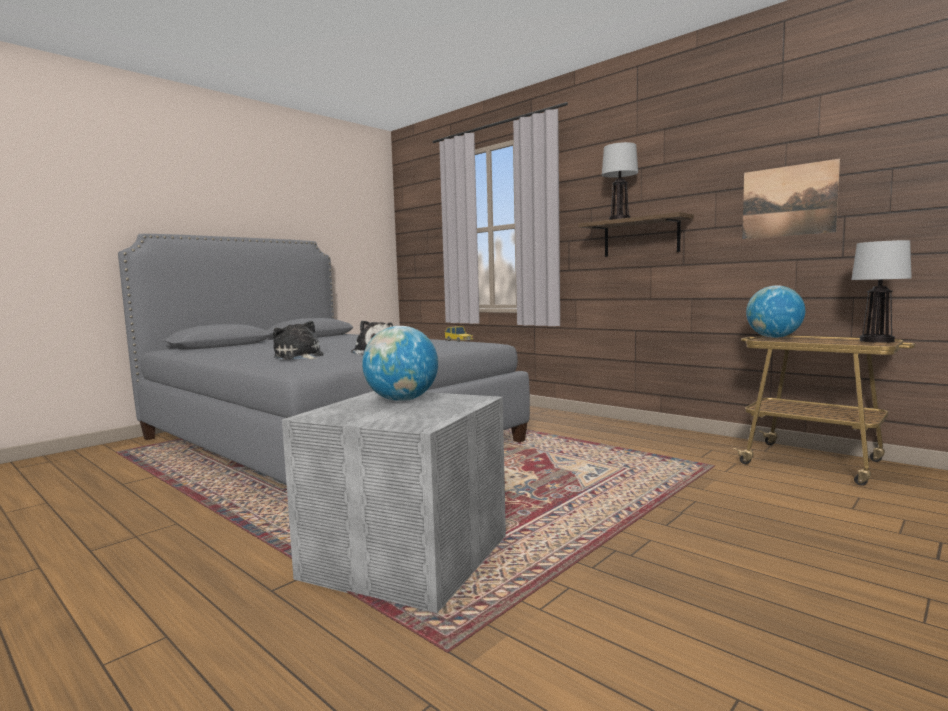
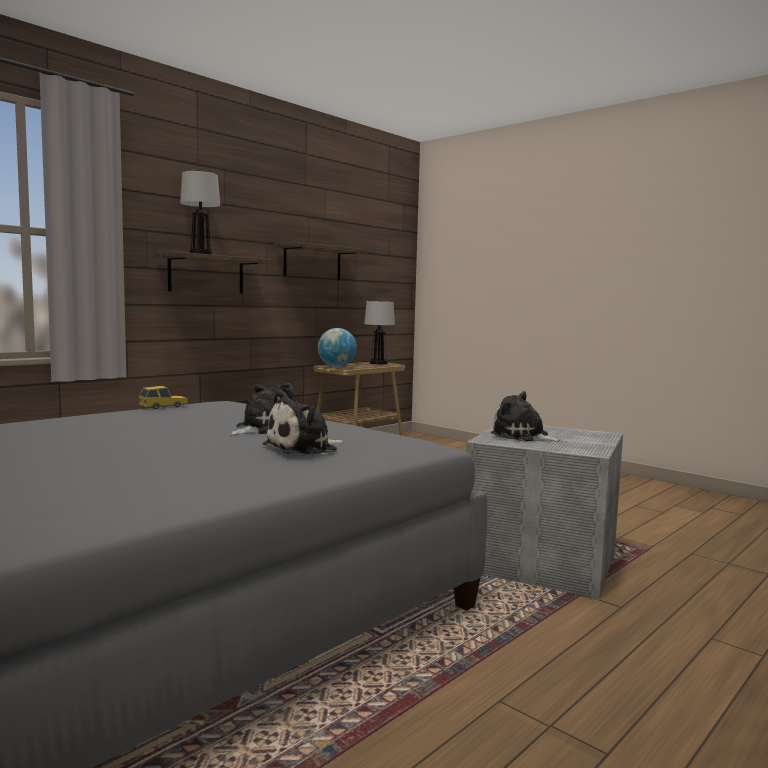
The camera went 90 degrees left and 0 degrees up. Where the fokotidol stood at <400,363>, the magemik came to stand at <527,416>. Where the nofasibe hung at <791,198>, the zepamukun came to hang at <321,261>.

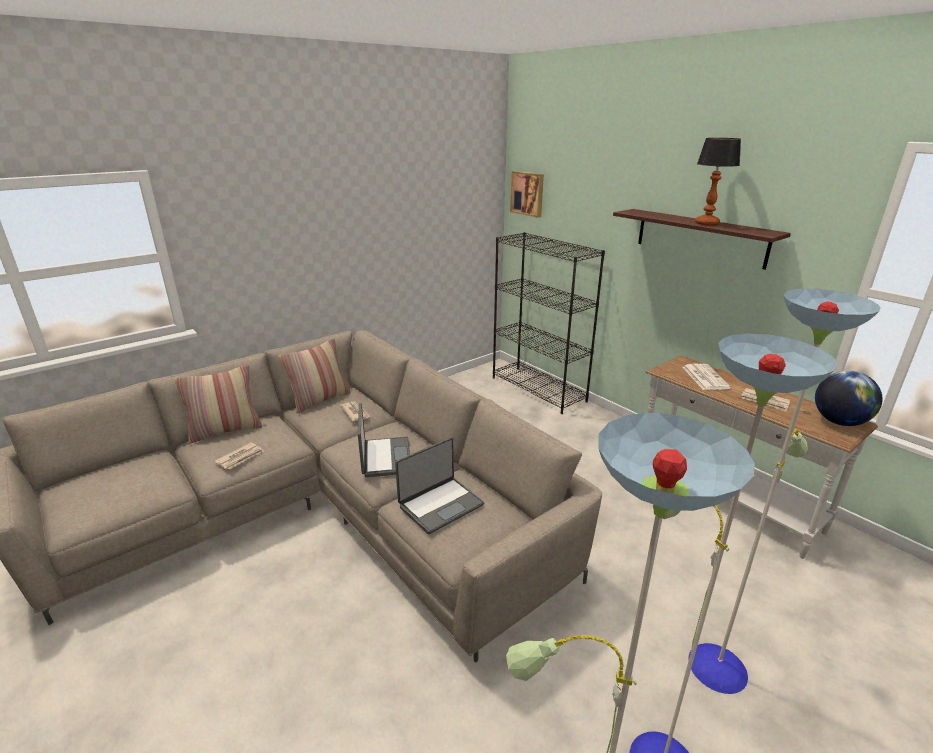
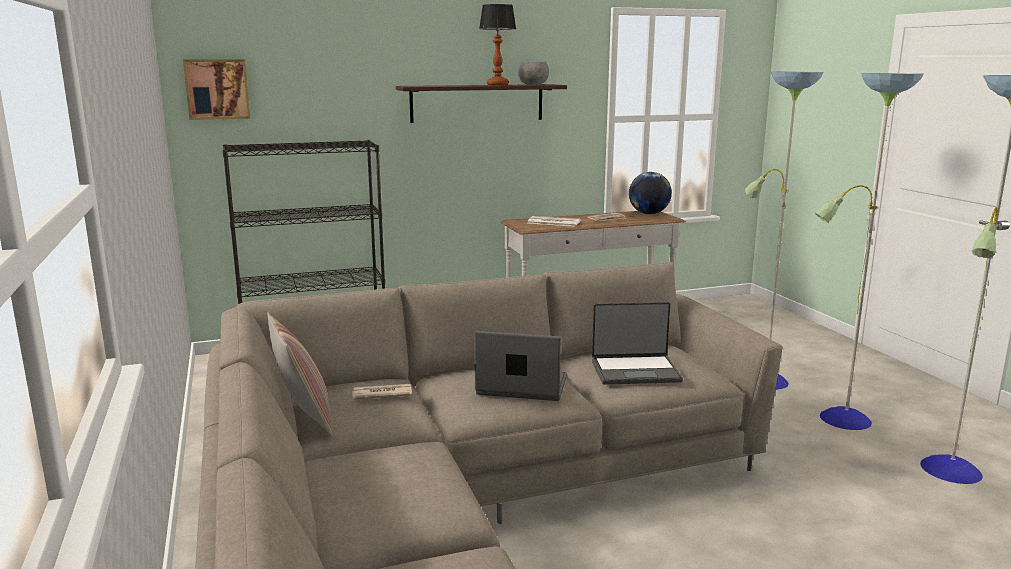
The camera went 70 degrees left and 10 degrees down. The second view lost the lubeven at <218,404>. The second view lost the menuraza at <239,456>. The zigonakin at <439,485> ended up facing another way, 105 degrees clockwise from before. The second view gained the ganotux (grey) at <533,73>.

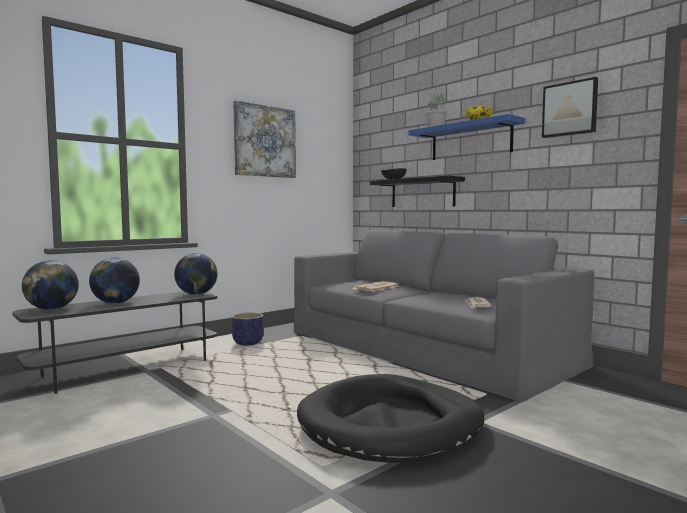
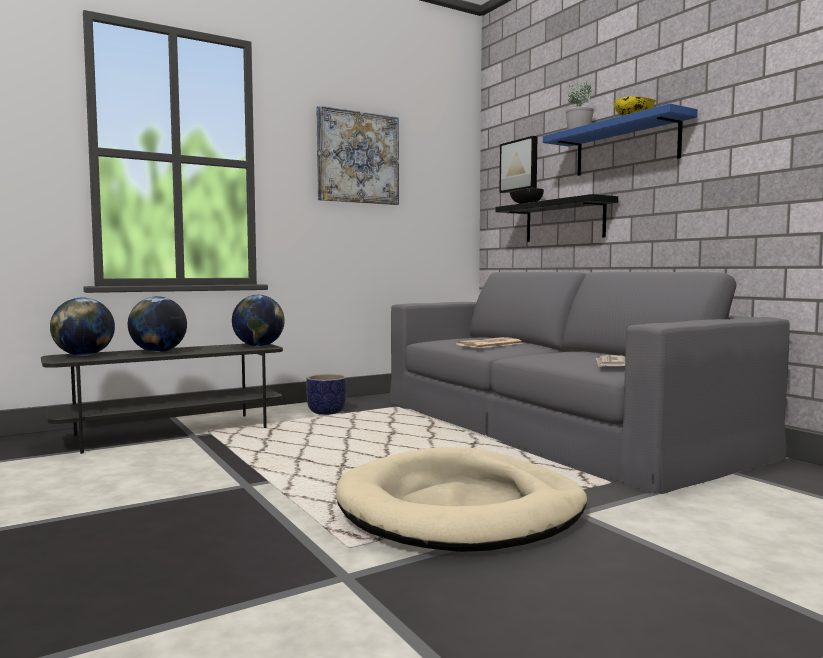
The camera went 10 degrees right and 0 degrees up. What was the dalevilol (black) at <390,418> turned into the dalevilol (beige) at <461,499>. The nofasibe ended up elsewhere, having gone from <570,107> to <518,164>.

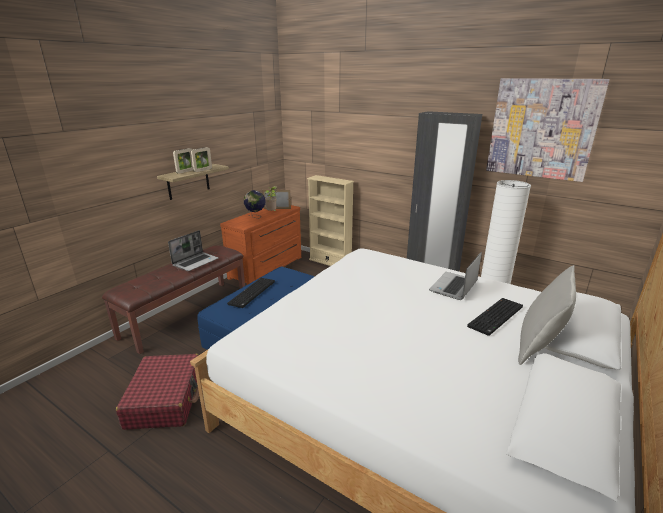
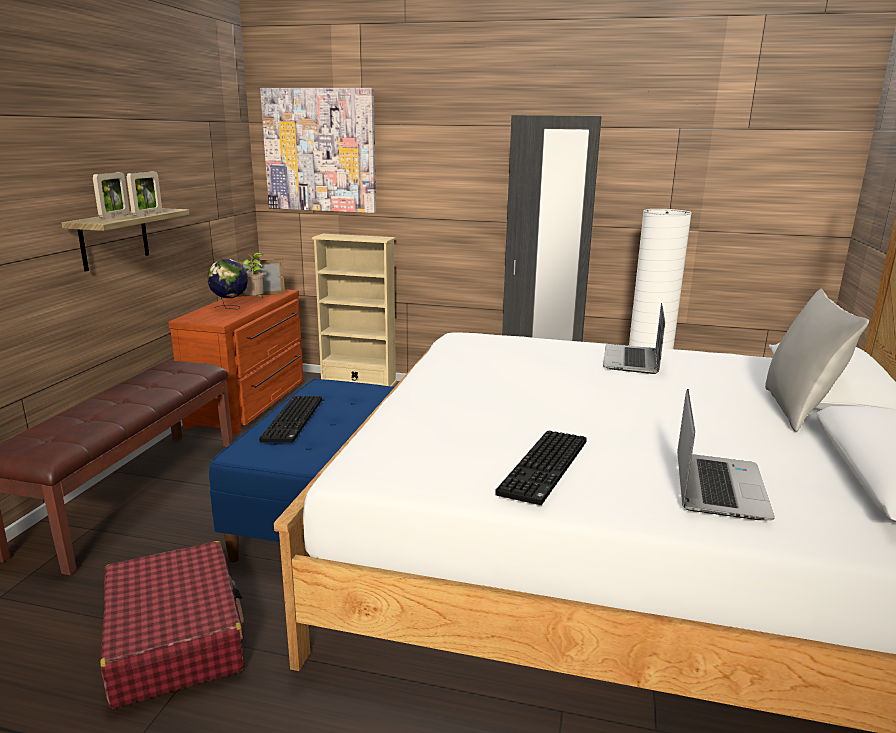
The camera went 20 degrees left and 5 degrees down. The zigonakin ended up elsewhere, having gone from <193,250> to <726,454>. The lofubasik ended up elsewhere, having gone from <495,317> to <540,467>. The nofasibe ended up elsewhere, having gone from <548,130> to <318,150>.

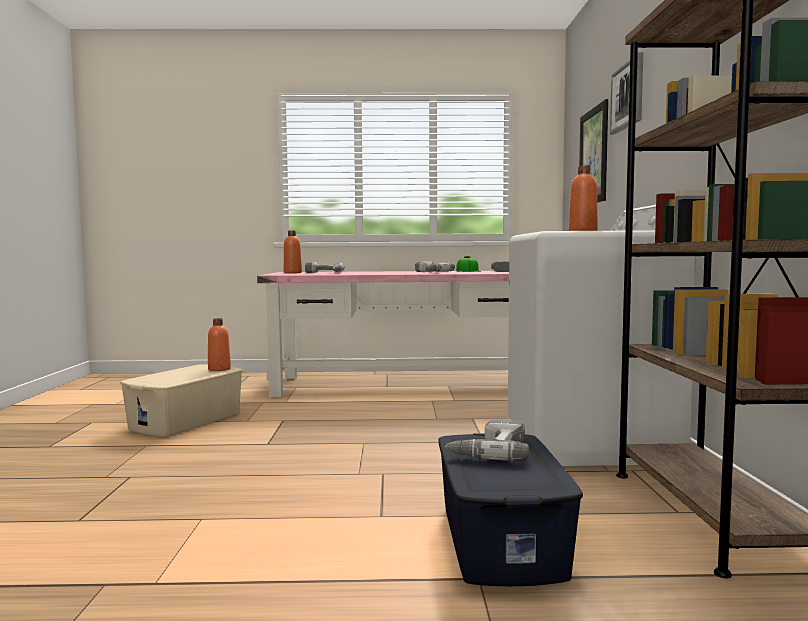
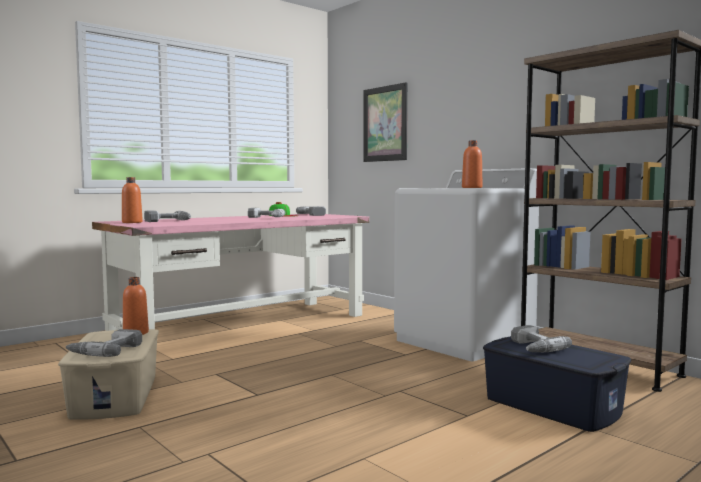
The camera went 40 degrees left and 0 degrees up. The second view lost the nofasibe at <626,93>. The second view gained the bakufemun at <104,343>.

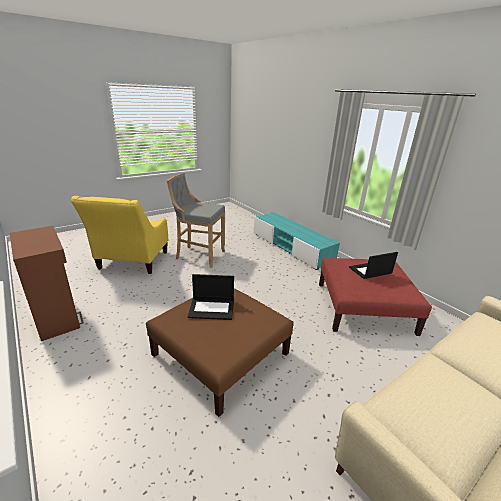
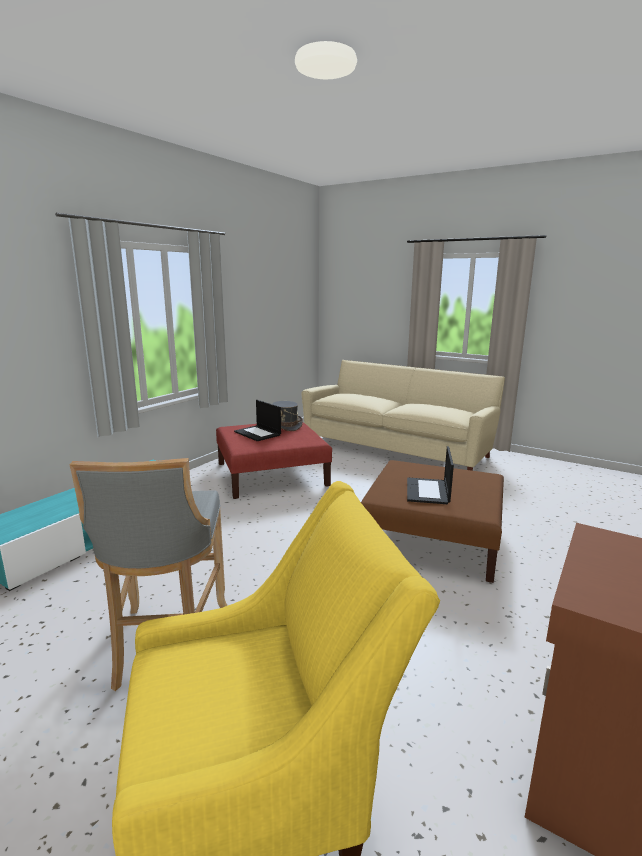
The camera went 110 degrees left and 10 degrees down. The zigonakin at <211,297> ended up facing another way, 150 degrees counterclockwise from before. The second view gained the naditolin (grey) at <287,416>.

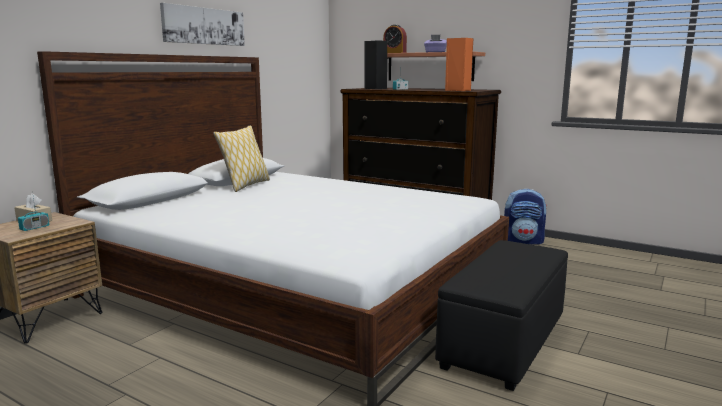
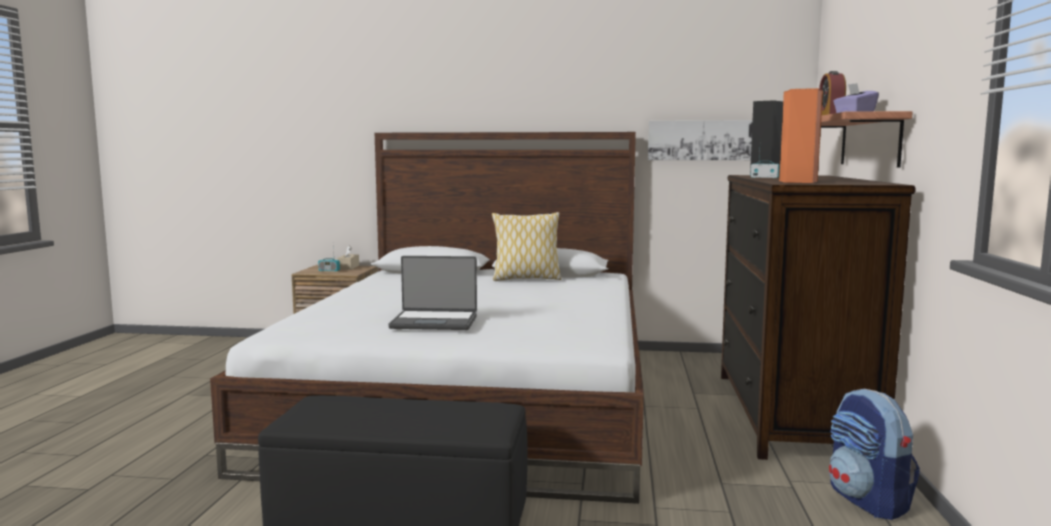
The camera went 65 degrees right and 5 degrees down. The nofasibe ended up elsewhere, having gone from <202,24> to <700,140>. The second view gained the zigonakin at <432,293>.

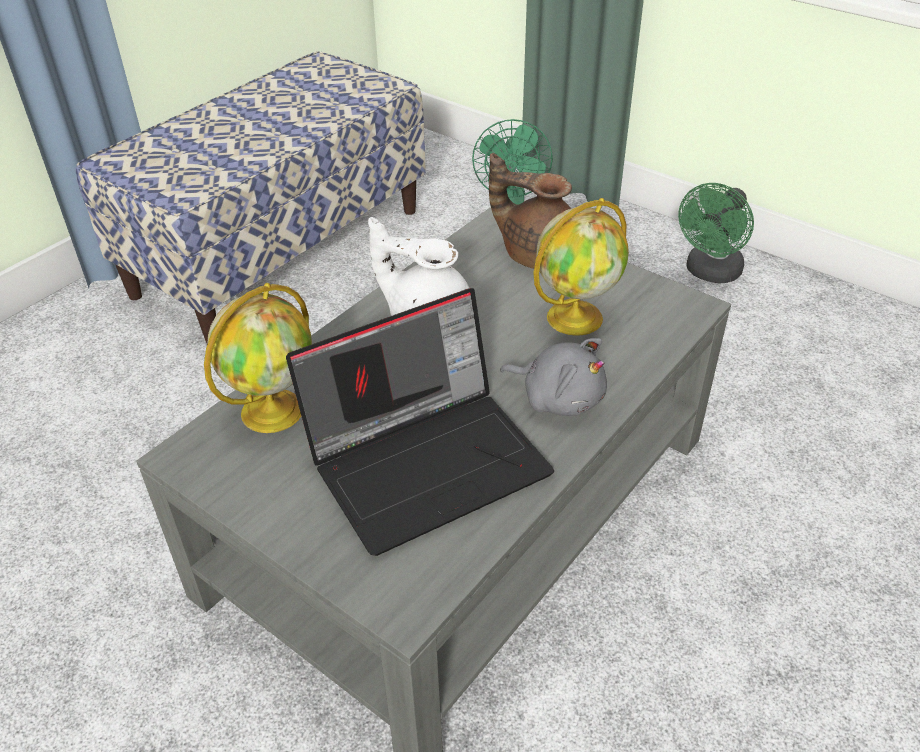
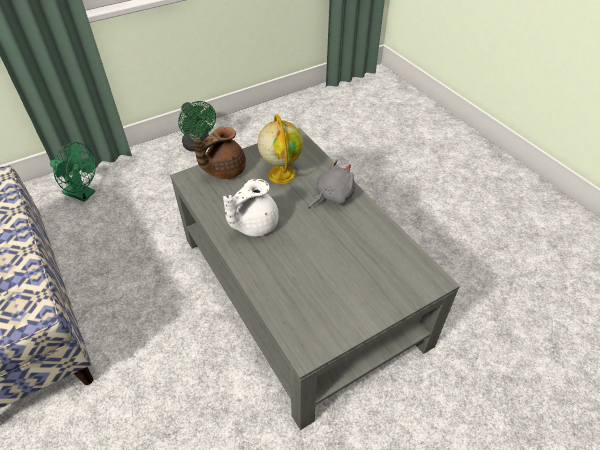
The camera went 70 degrees left and 5 degrees up. The second view lost the fokotidol at <258,358>. The second view lost the zigonakin at <420,422>.

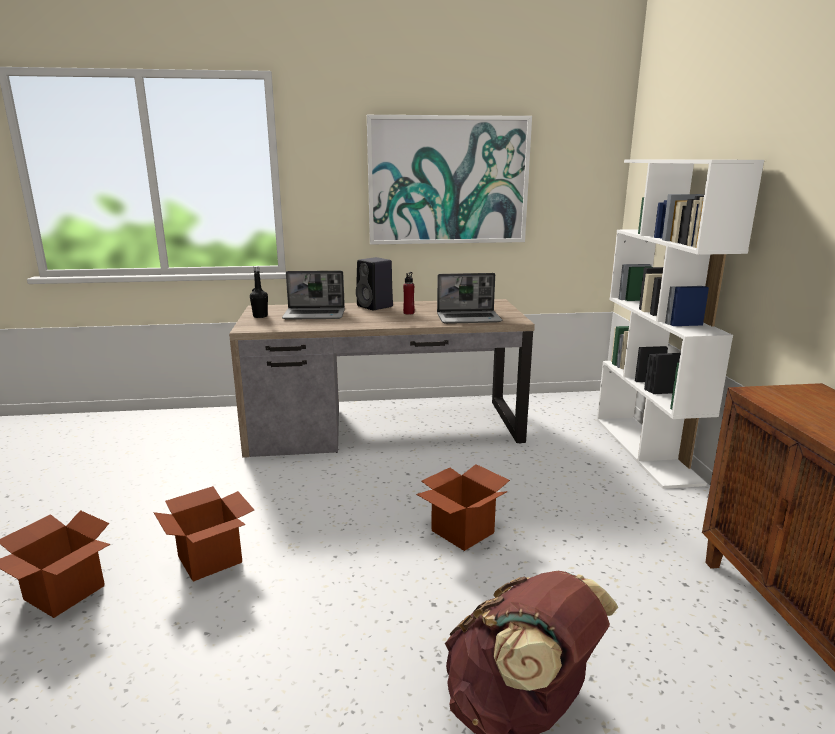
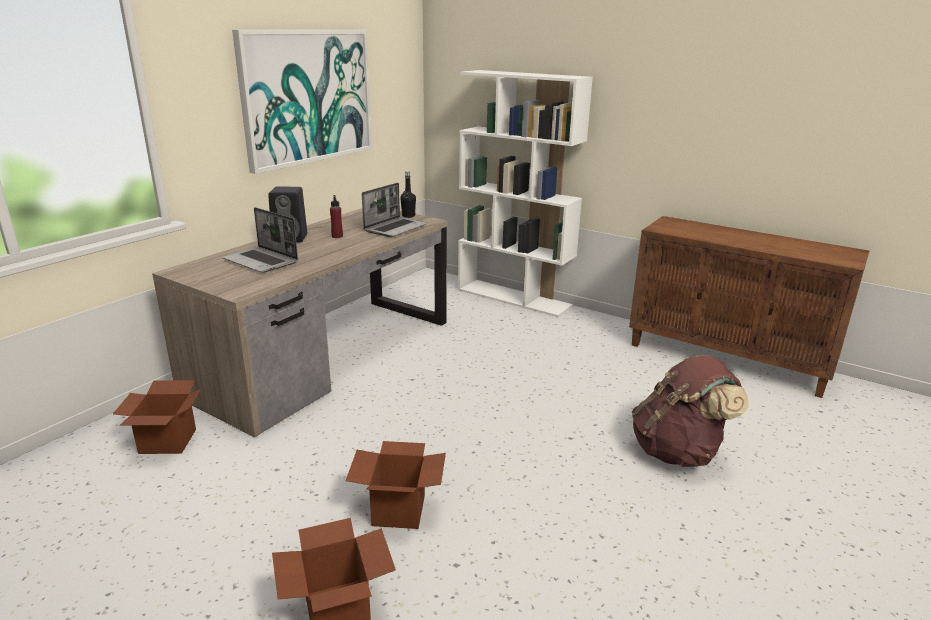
The camera went 50 degrees left and 5 degrees up. The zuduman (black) ended up elsewhere, having gone from <259,292> to <408,194>. The zigonakin at <313,295> ended up facing another way, 90 degrees clockwise from before. The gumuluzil ended up elsewhere, having gone from <463,507> to <157,417>.

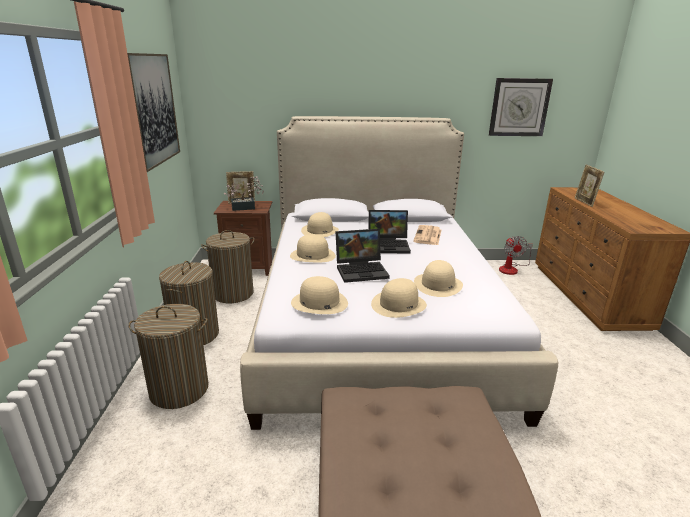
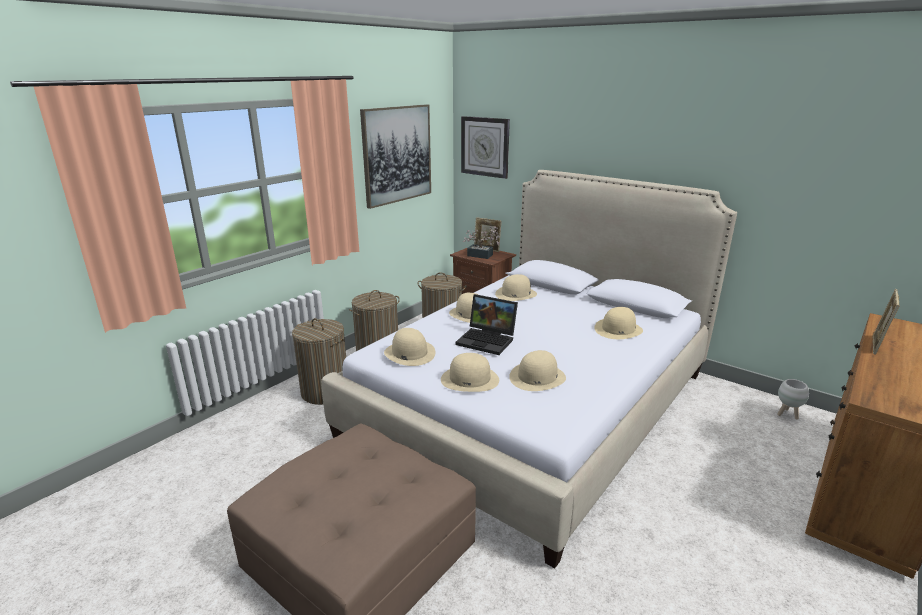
The camera went 40 degrees right and 0 degrees up. The second view lost the zigonakin at <389,231>. Where the menuraza stood at <427,235>, the naditolin (beige) came to stand at <618,323>. The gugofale ended up elsewhere, having gone from <521,107> to <485,147>. Where the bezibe stood at <516,255>, the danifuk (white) came to stand at <793,399>.

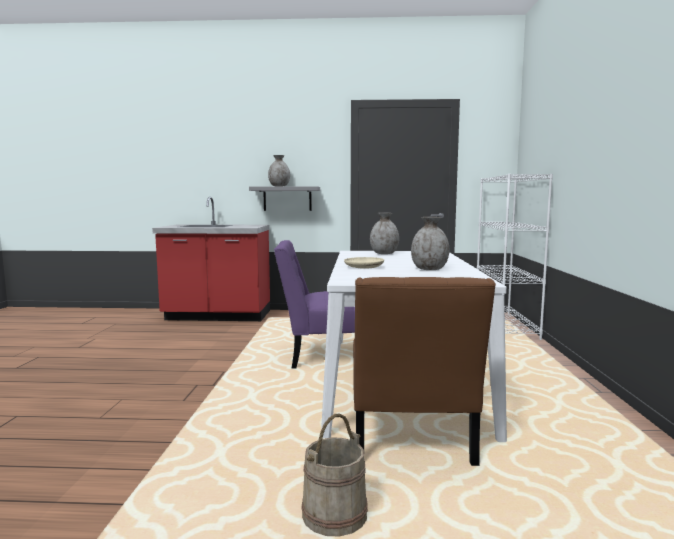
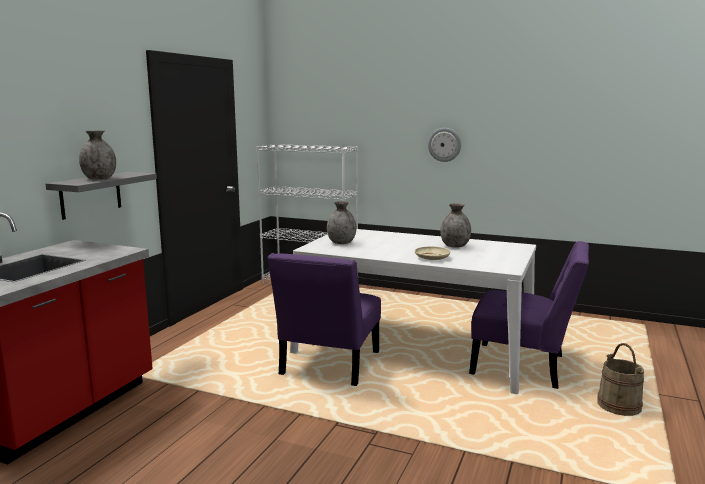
The camera went 70 degrees left and 5 degrees up. What was the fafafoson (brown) at <424,371> turned into the fafafoson (purple) at <529,315>. The second view gained the gugofale at <444,145>.

